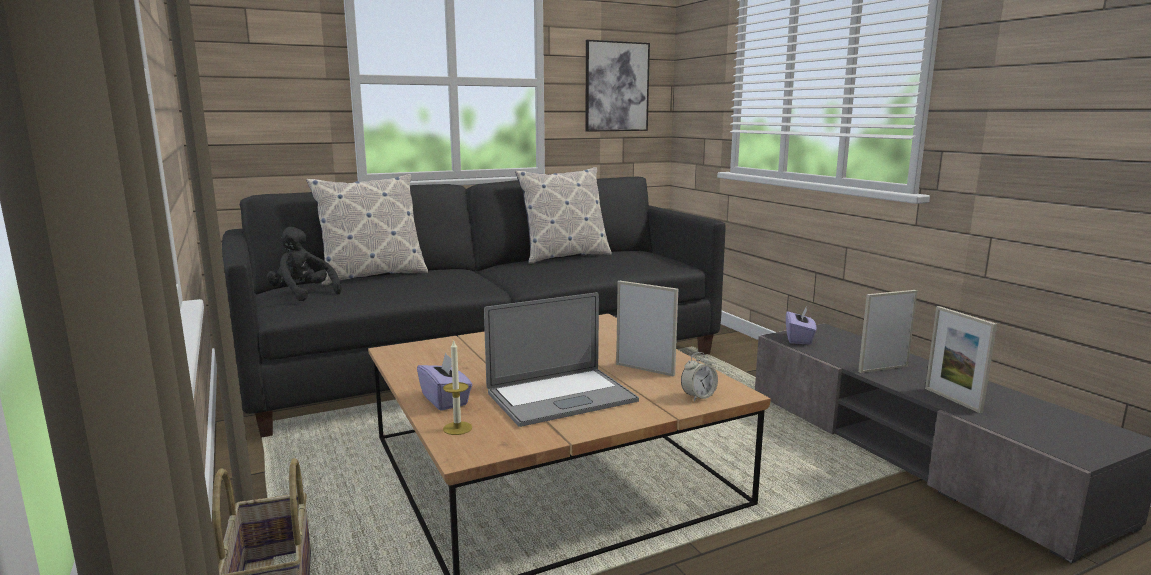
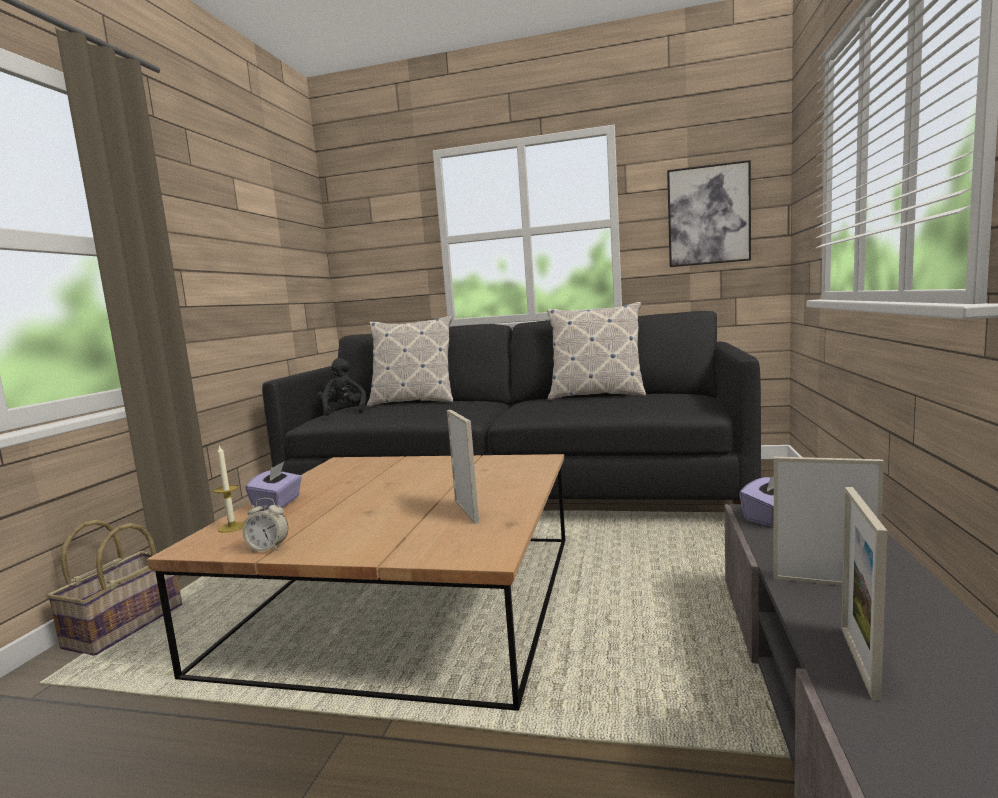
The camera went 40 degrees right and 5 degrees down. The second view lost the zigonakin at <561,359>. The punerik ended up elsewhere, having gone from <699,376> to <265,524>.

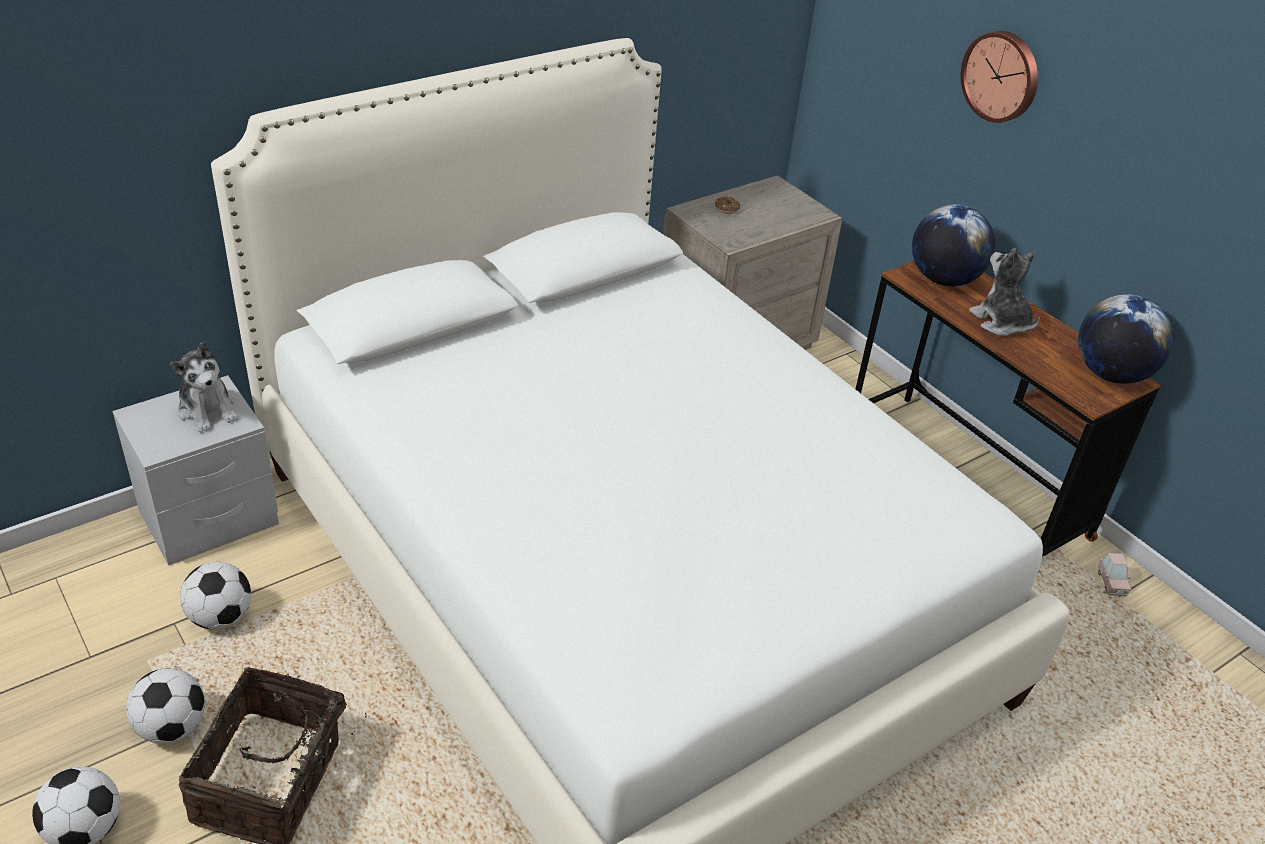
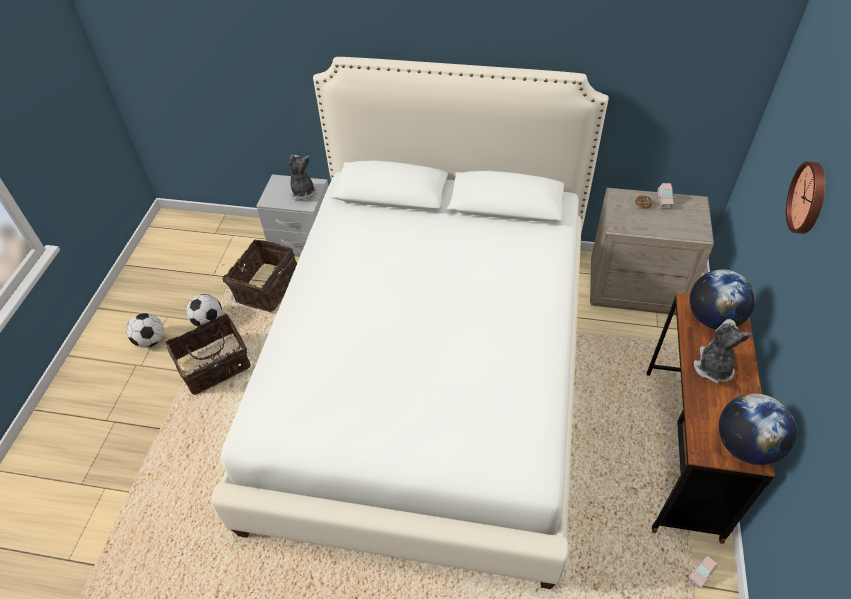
The camera went 50 degrees right and 10 degrees up. The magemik at <204,387> ended up facing another way, 150 degrees clockwise from before. Where the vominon stood at <215,596>, the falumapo came to stand at <256,276>. The second view gained the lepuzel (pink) at <666,196>.

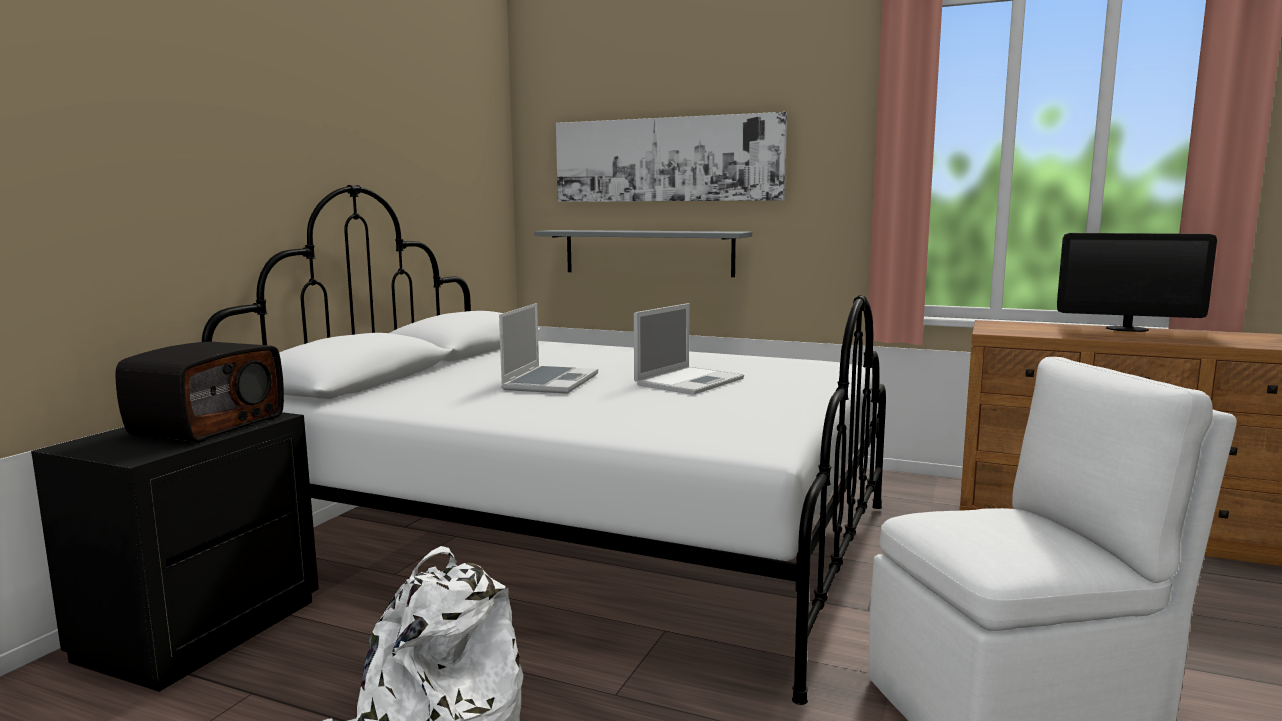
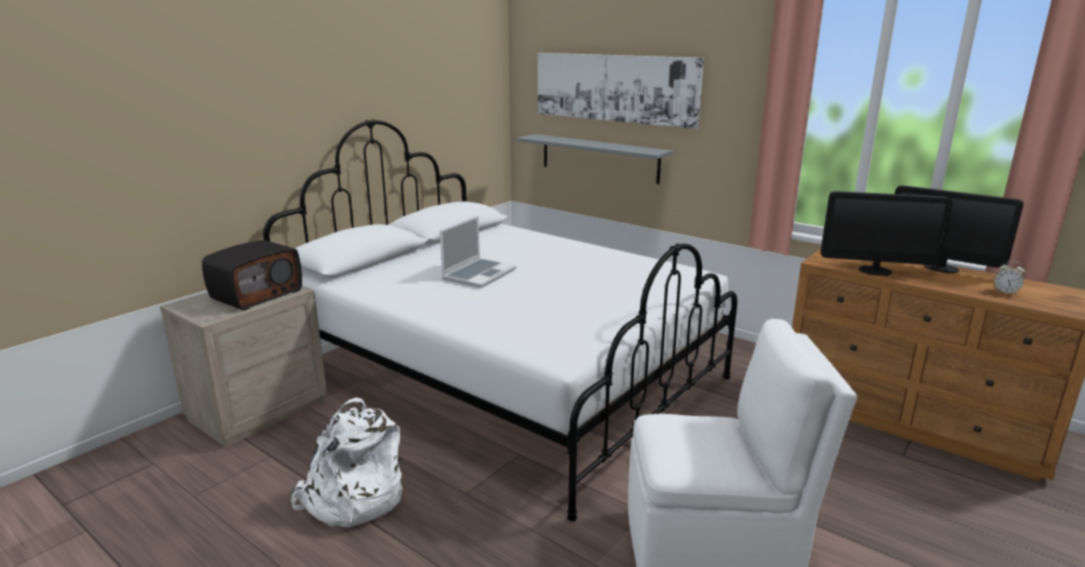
The camera went 15 degrees right and 10 degrees up. What was the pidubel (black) at <175,552> turned into the pidubel (beige) at <243,366>. The second view lost the zigonakin at <689,349>. The second view gained the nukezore at <887,233>. The second view gained the punerik at <1010,278>.

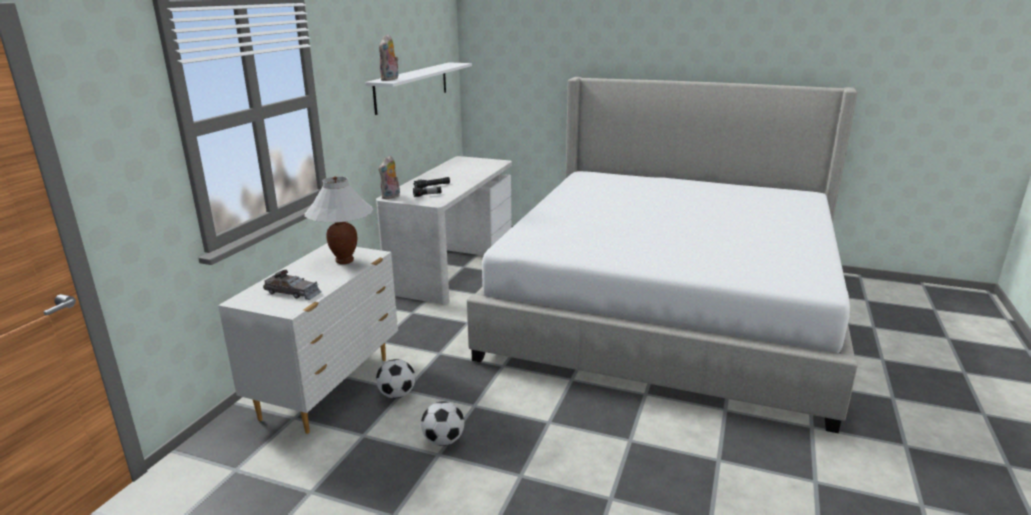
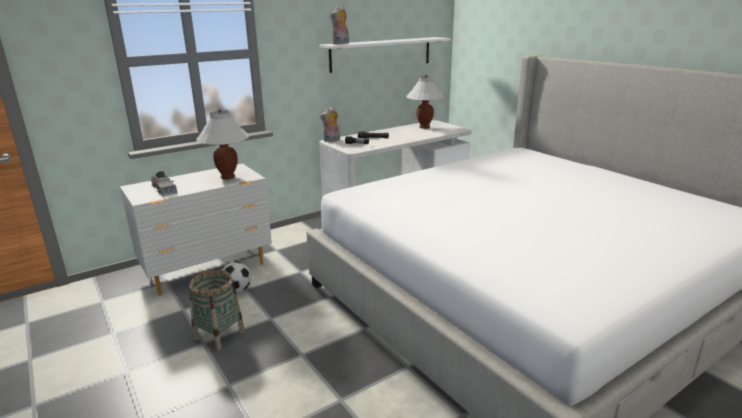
The camera went 35 degrees right and 0 degrees up. Where the vominon stood at <442,423>, the falumapo came to stand at <217,310>. The second view gained the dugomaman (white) at <425,102>.

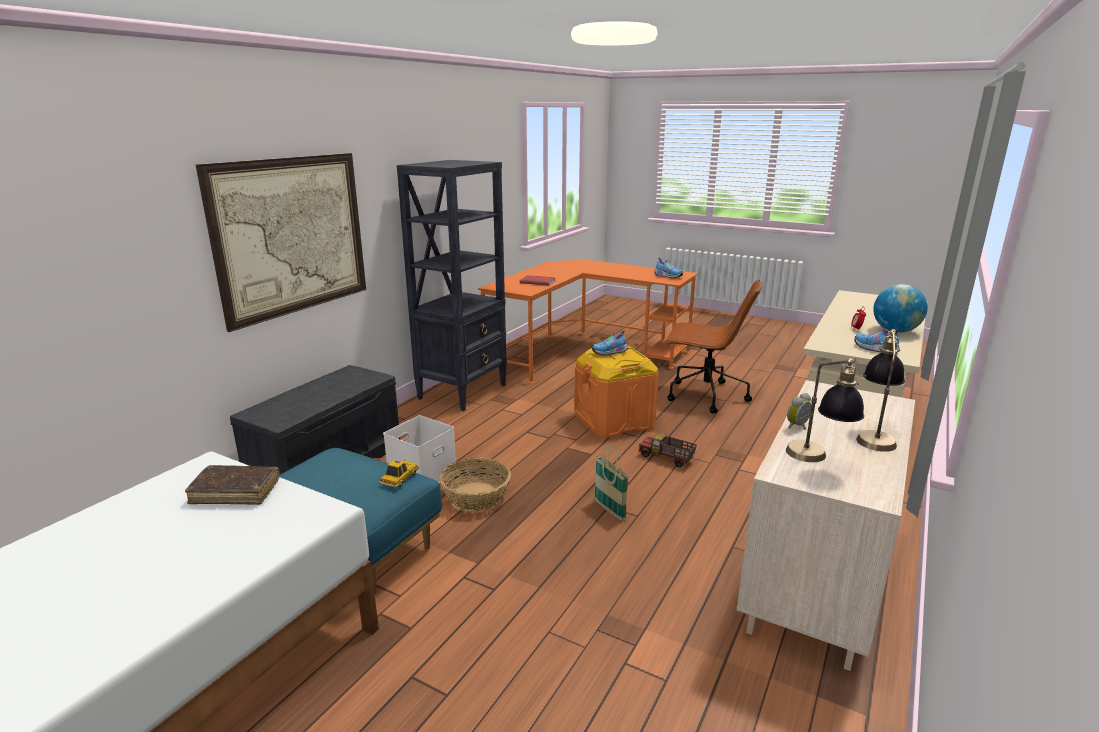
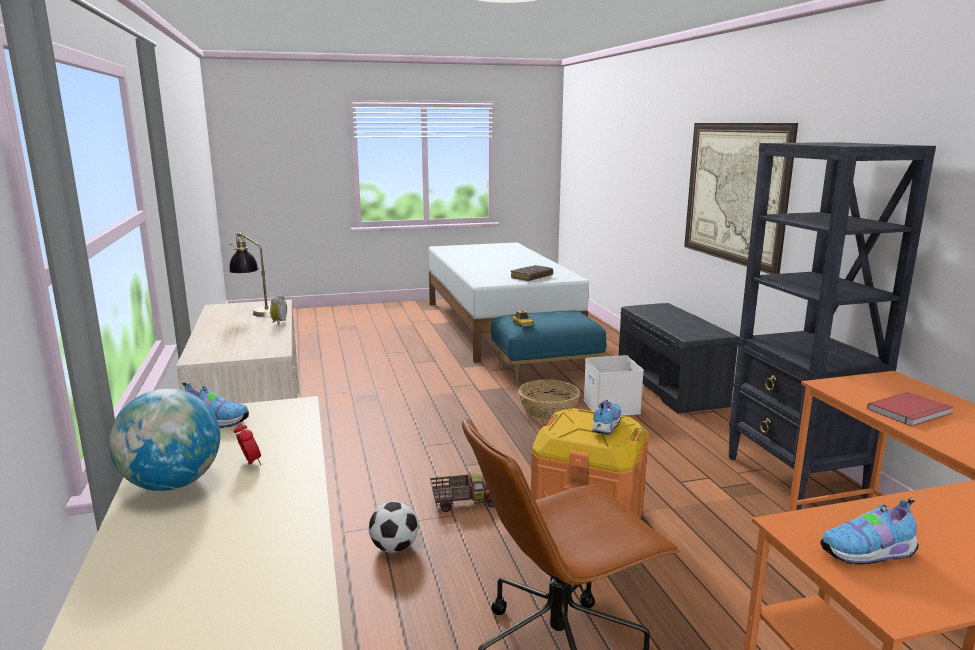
The camera went 135 degrees right and 5 degrees down. The second view lost the falumapo at <611,482>. The second view lost the dugomaman at <880,390>. The second view gained the vominon at <394,527>.

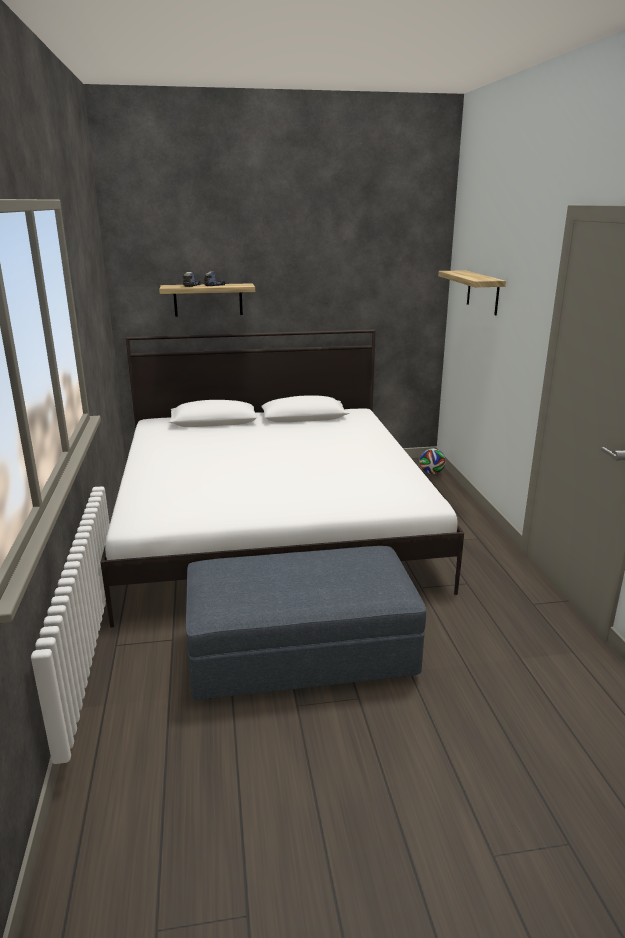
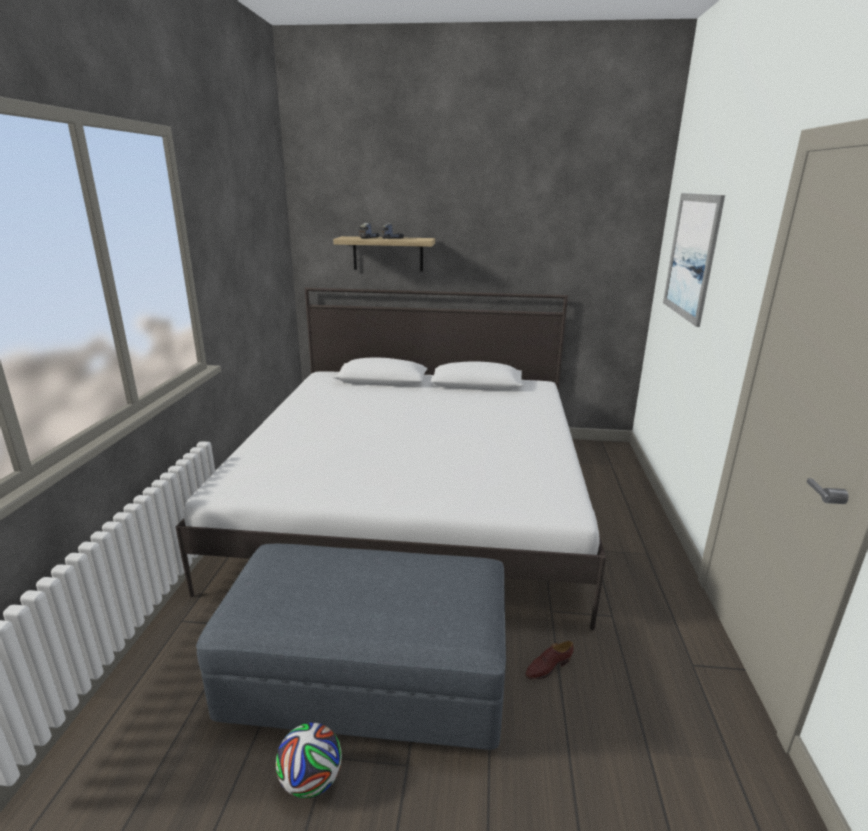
The camera went 15 degrees right and 0 degrees up. The vominon ended up elsewhere, having gone from <432,461> to <309,760>. Where the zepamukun hung at <472,292>, the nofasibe came to hang at <694,260>. The second view gained the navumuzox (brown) at <549,660>.

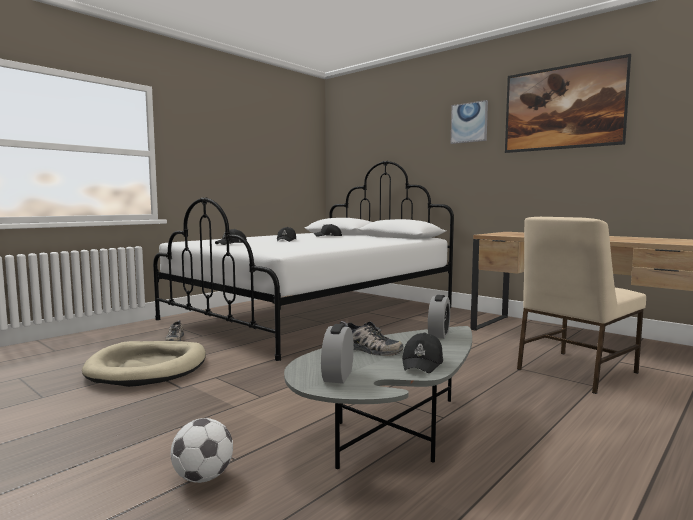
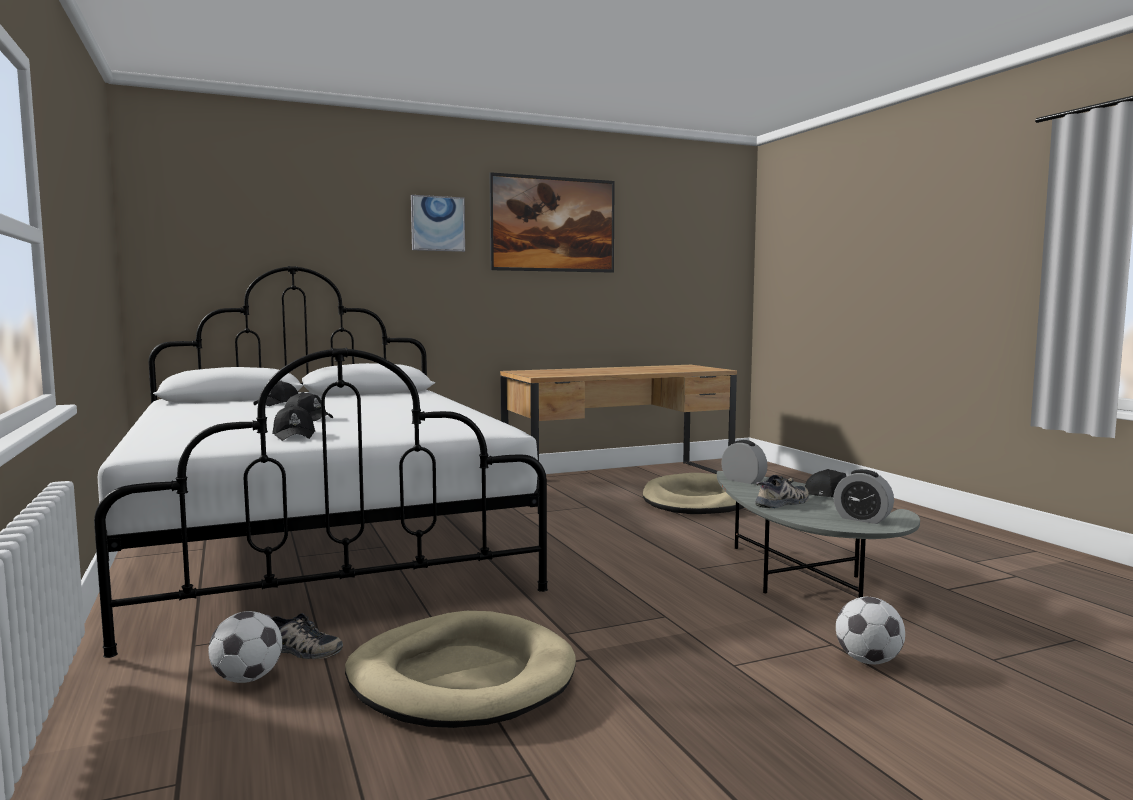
The camera went 65 degrees left and 0 degrees up. Where the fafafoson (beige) stood at <581,305>, the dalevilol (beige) came to stand at <694,493>. The second view gained the vominon at <245,647>.

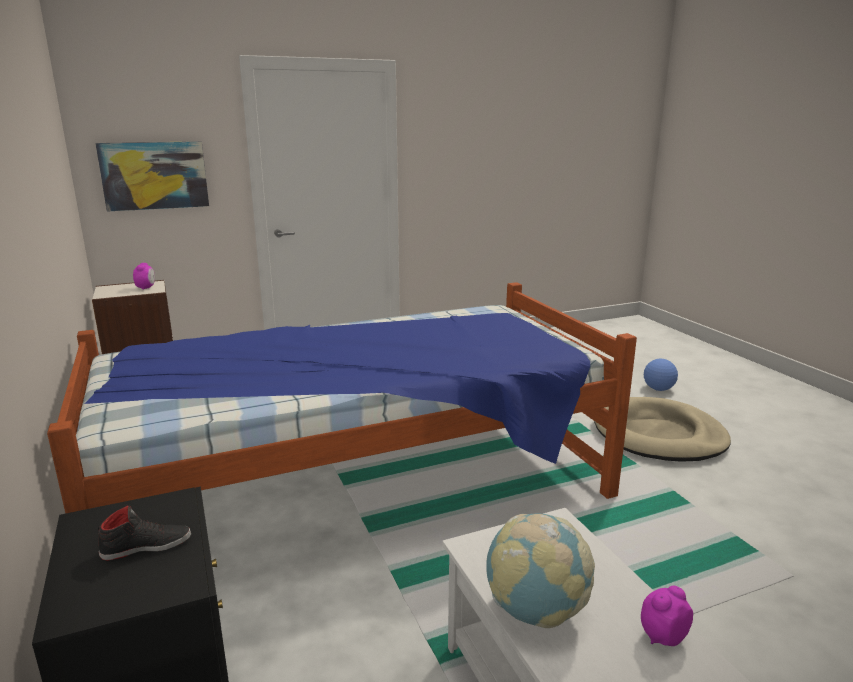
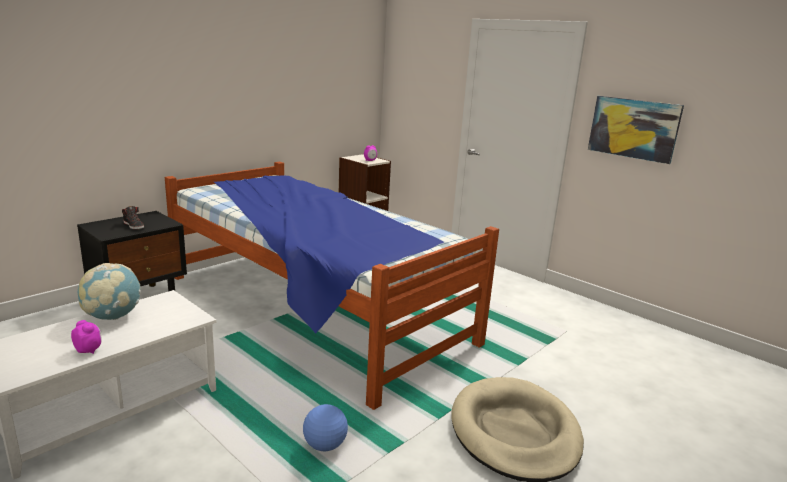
The camera went 65 degrees right and 0 degrees up. The nofasibe ended up elsewhere, having gone from <152,176> to <636,130>. The vominon ended up elsewhere, having gone from <661,375> to <325,427>.

